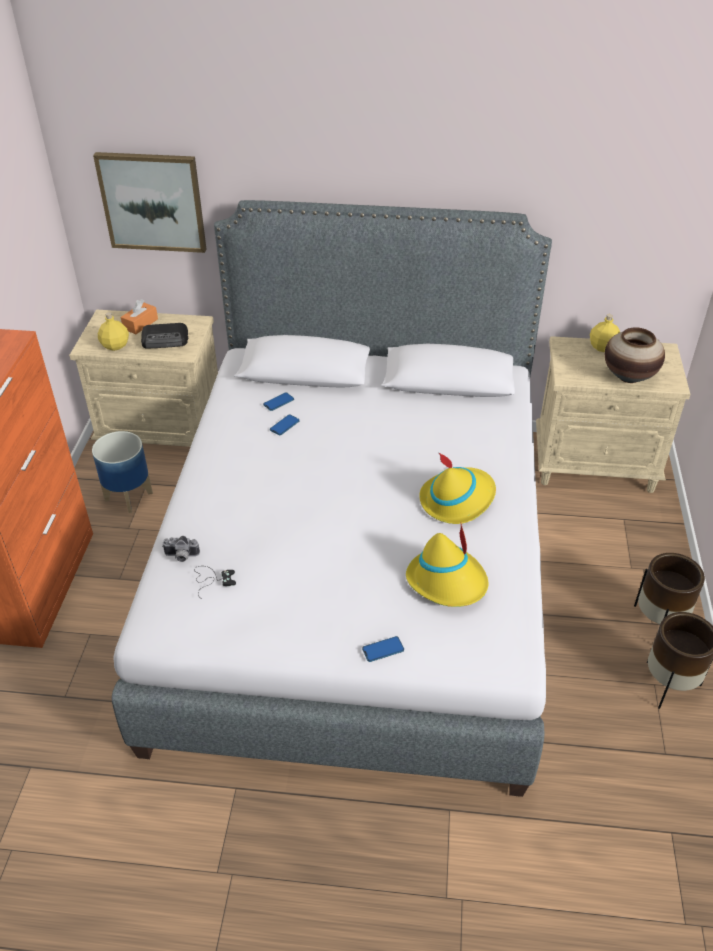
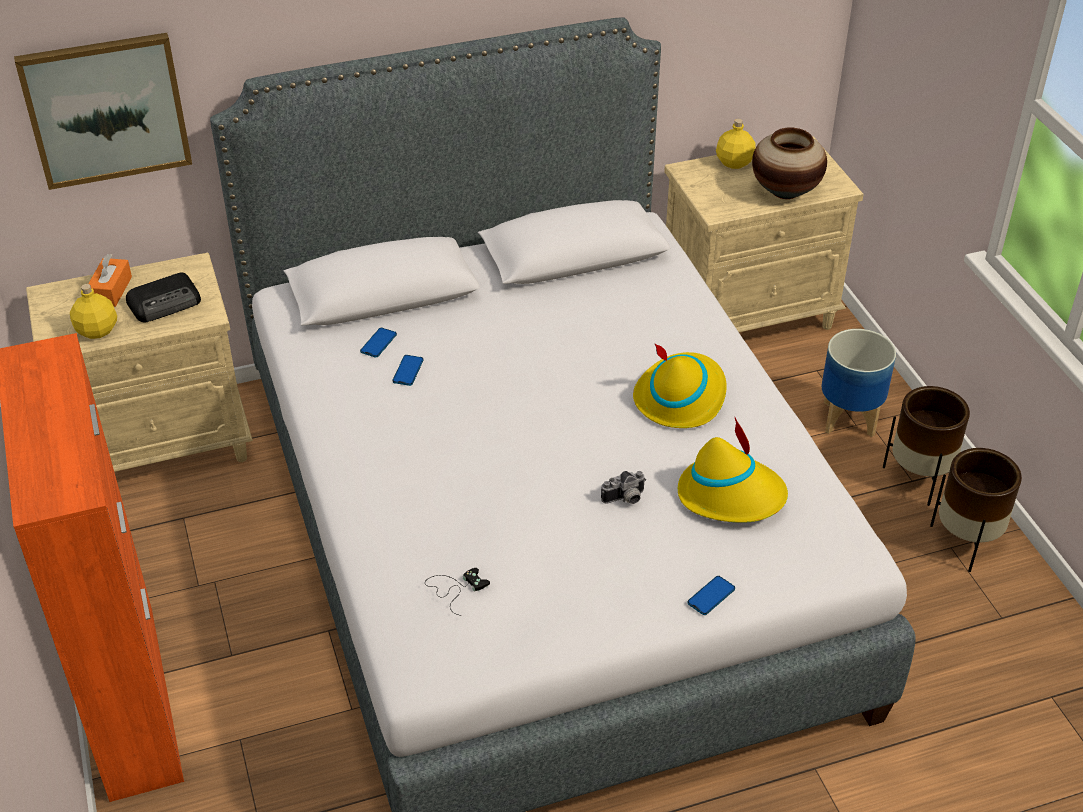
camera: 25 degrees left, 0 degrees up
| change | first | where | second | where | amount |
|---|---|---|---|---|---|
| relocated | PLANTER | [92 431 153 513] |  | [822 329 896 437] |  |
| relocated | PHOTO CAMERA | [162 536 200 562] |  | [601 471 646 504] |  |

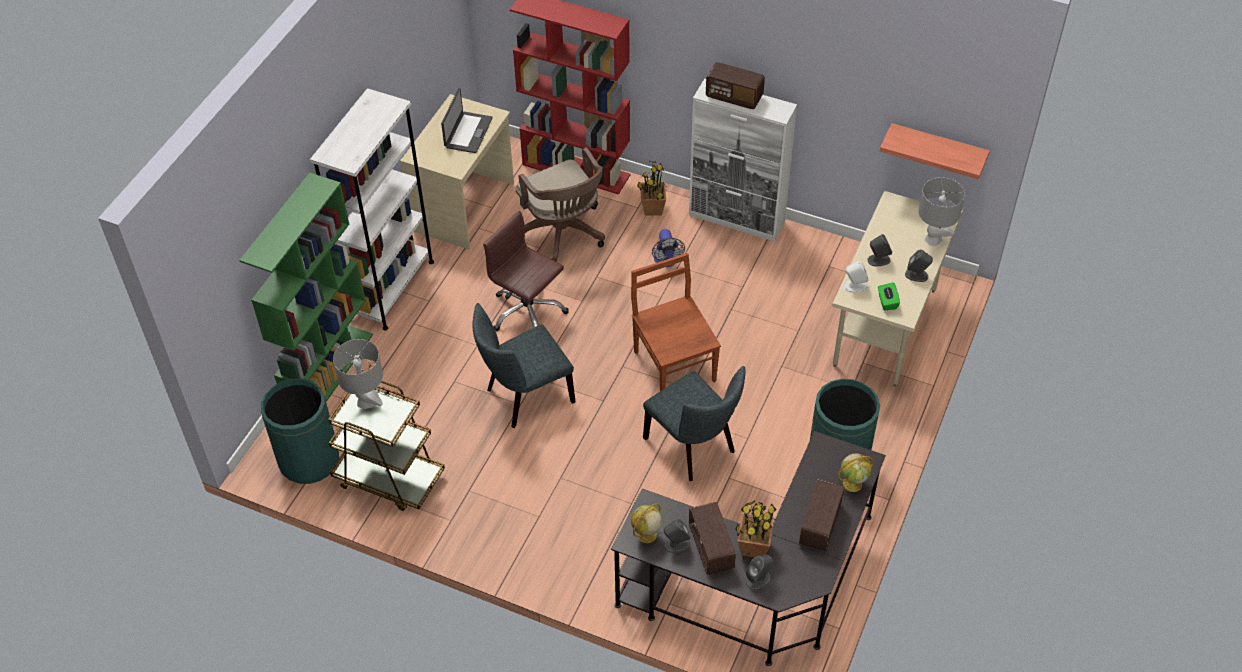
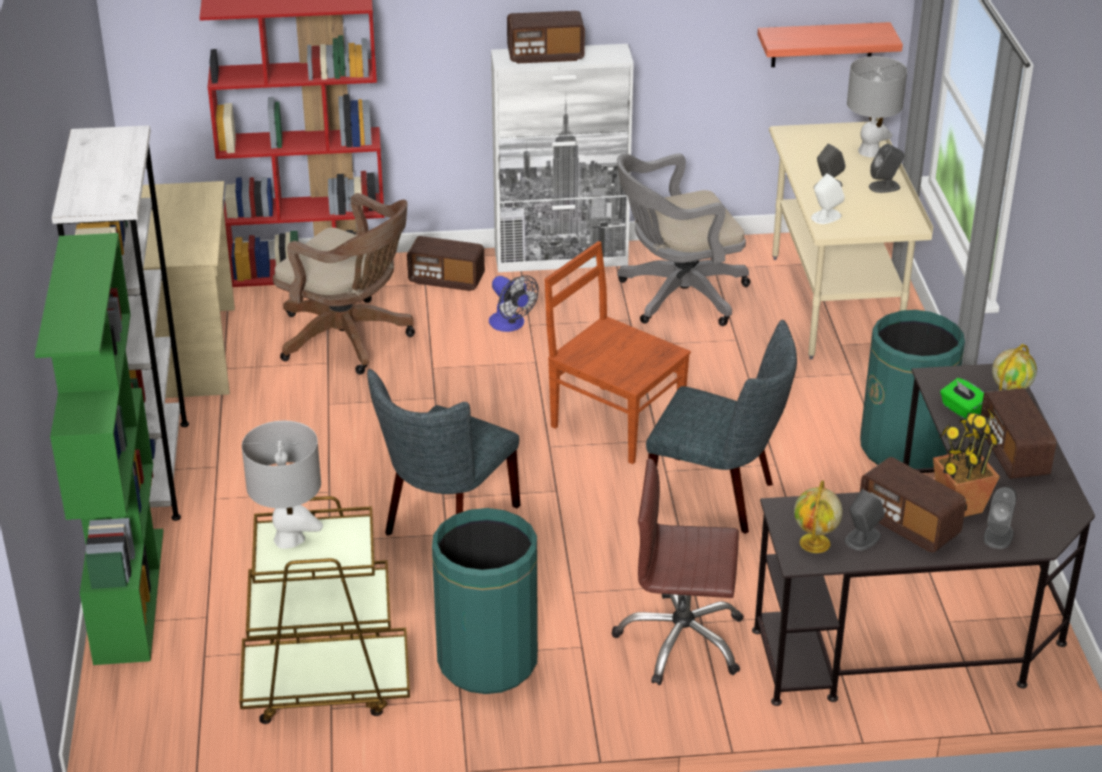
camera: 30 degrees left, 15 degrees down
| change | first | where | second | where | amount |
|---|---|---|---|---|---|
| relocated | GREEN TRASH CAN | [261 379 339 484] |  | [432 508 538 694] |  |
| missing | LAPTOP | [441 88 493 153] |  |  |  |
| relocated | BROWN OFFICE CHAIR | [483 211 569 331] |  | [612 458 743 685] |  |
| exchanged | POTTED PLANT | [637 161 666 216] | RADIO | [407 236 485 291] |  |
| relocated | GREEN TISSUE BOX | [878 282 900 310] |  | [940 378 984 420] |  |
| appeared |  |  | GREY OFFICE CHAIR | [617 153 750 326] |  |

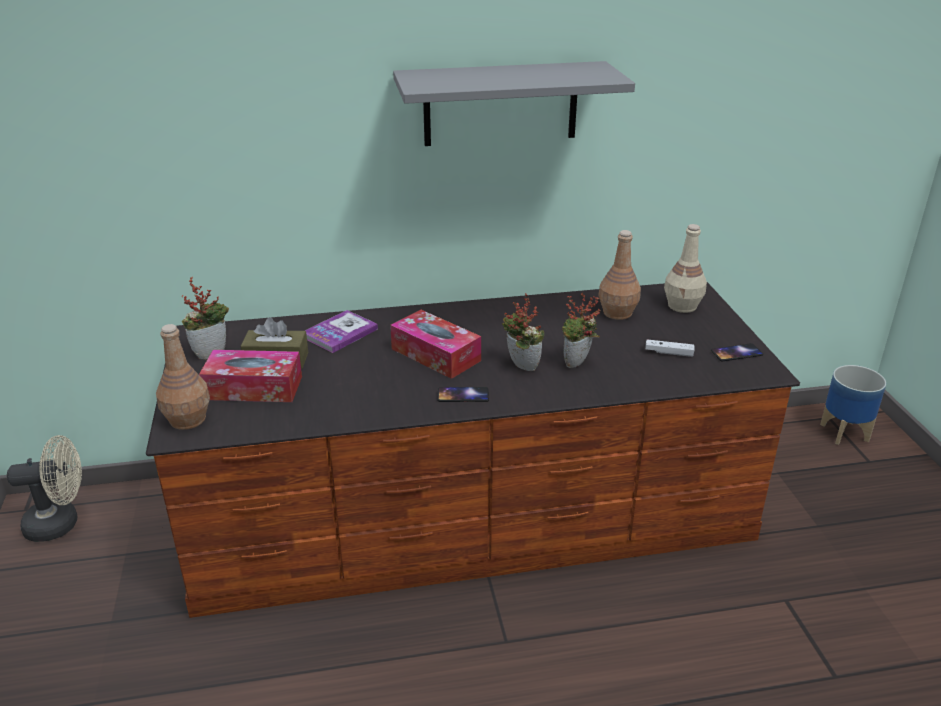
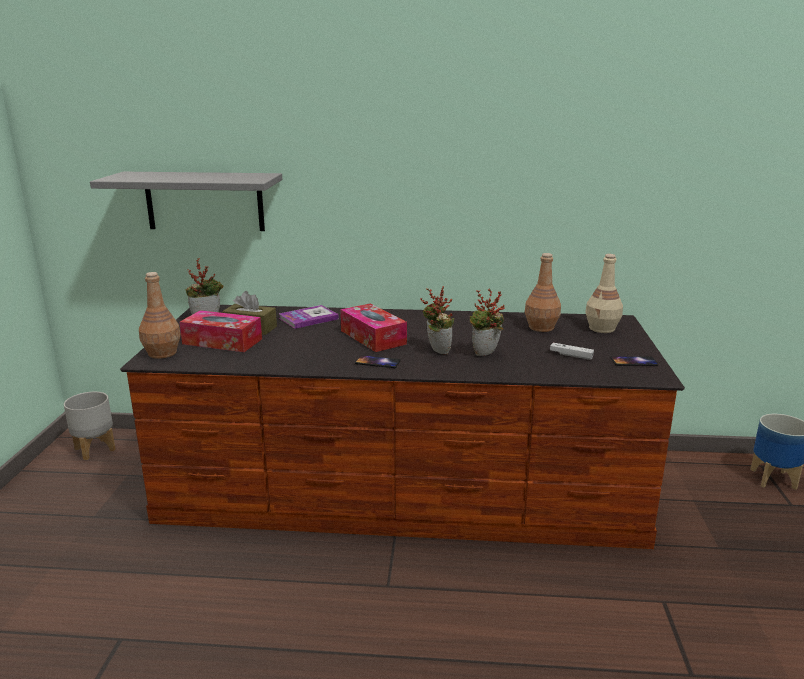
camera: 15 degrees right, 10 degrees down
| change | first | where | second | where | amount |
|---|---|---|---|---|---|
| exchanged | BEIGE FAN | [7 435 82 542] | GREY PLANTER | [64 392 116 460] |  |
| relocated | GREY SHELF | [393 61 635 146] |  | [90 172 282 231] |  |

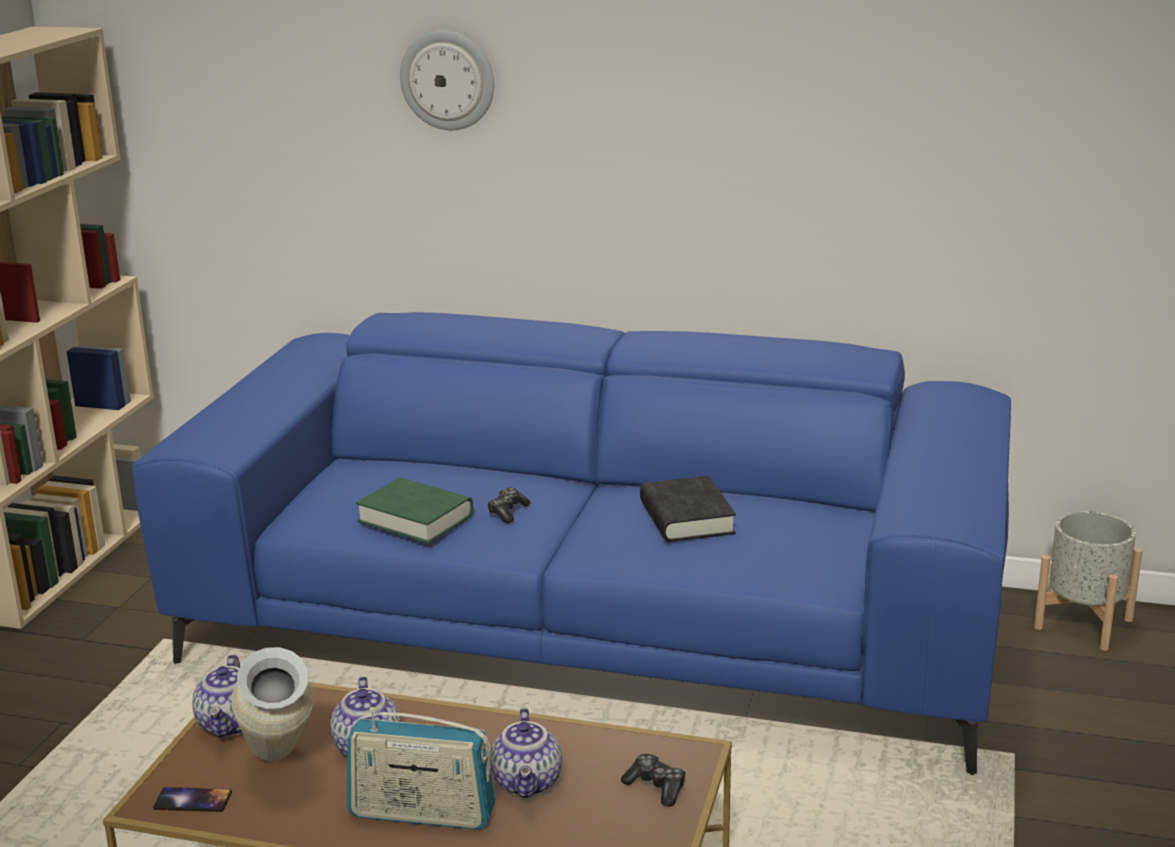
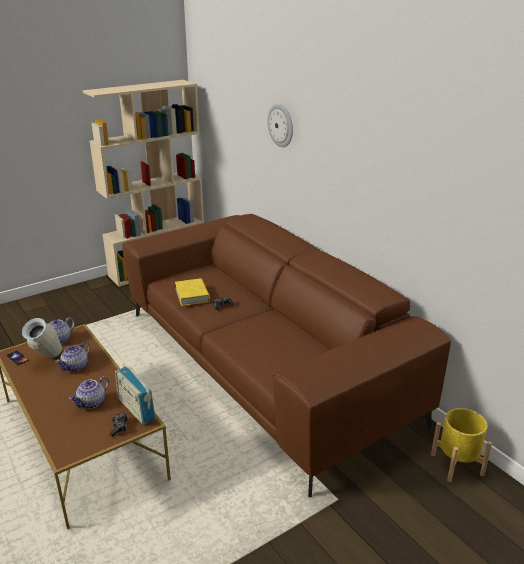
camera: 40 degrees right, 5 degrees up
| change | first | where | second | where | amount |
|---|---|---|---|---|---|
| colour | BLUE SOFA | [132 312 1011 775] | BROWN SOFA | [122 214 451 497] |  |
| relocated | RADIO | [347 707 495 830] |  | [115 364 156 425] |  |
| colour | GREEN BOOK | [356 478 473 544] | YELLOW BOOK | [175 278 210 306] |  |
| missing | BLACK BOOK | [640 476 736 542] |  |  |  |
| colour | GREY PLANTER | [1034 511 1143 651] | YELLOW PLANTER | [431 408 492 482] |  |

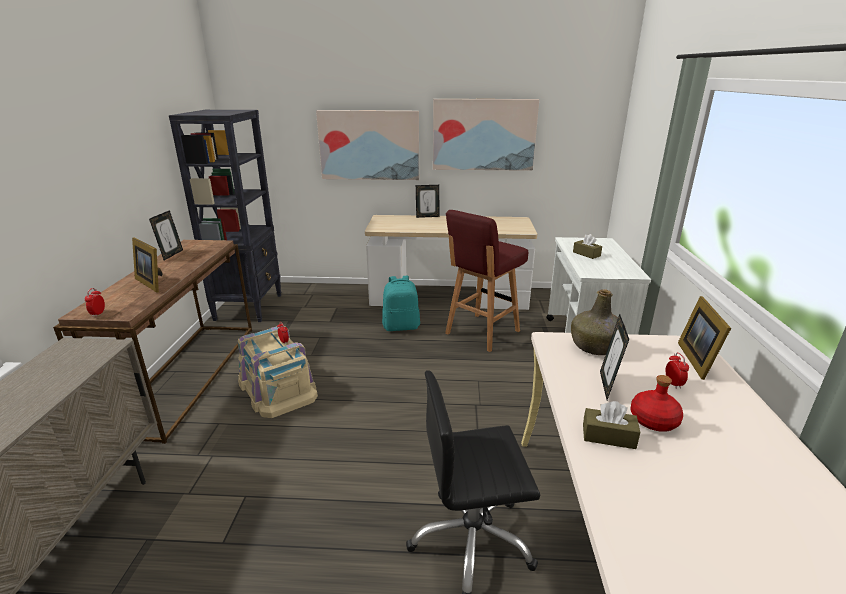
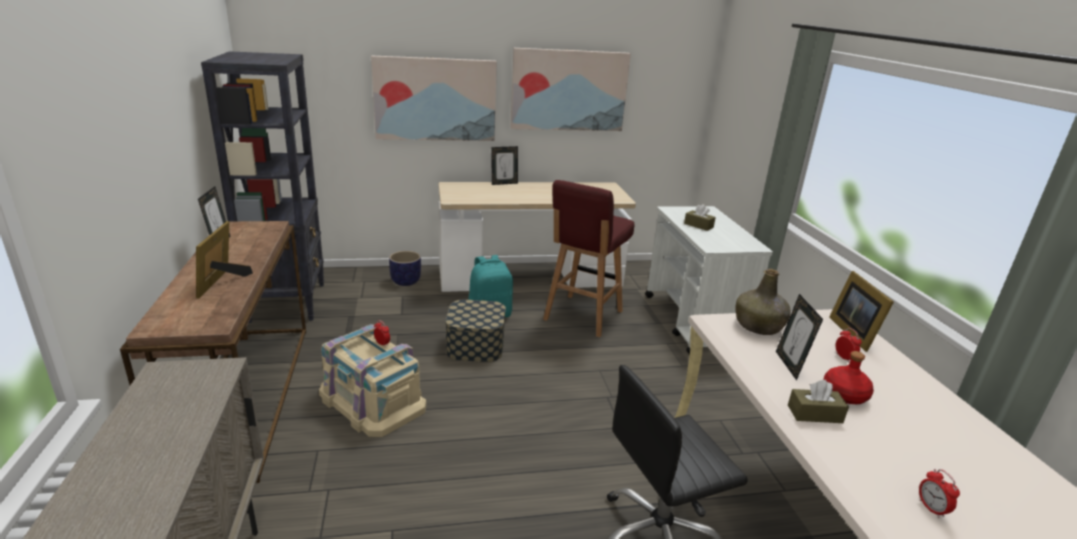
camera: 15 degrees left, 0 degrees up
| change | first | where | second | where | amount |
|---|---|---|---|---|---|
| relocated | ALARM CLOCK | [85 288 105 317] |  | [919 469 960 518] |  |
| spun | PICTURE FRAME | [132 237 163 292] |  | [196 221 253 298] | 60 degrees clockwise |
| appeared |  |  | PLANTER | [389 251 421 286] |  |
| appeared |  |  | STORAGE BOX | [445 300 506 362] |  |

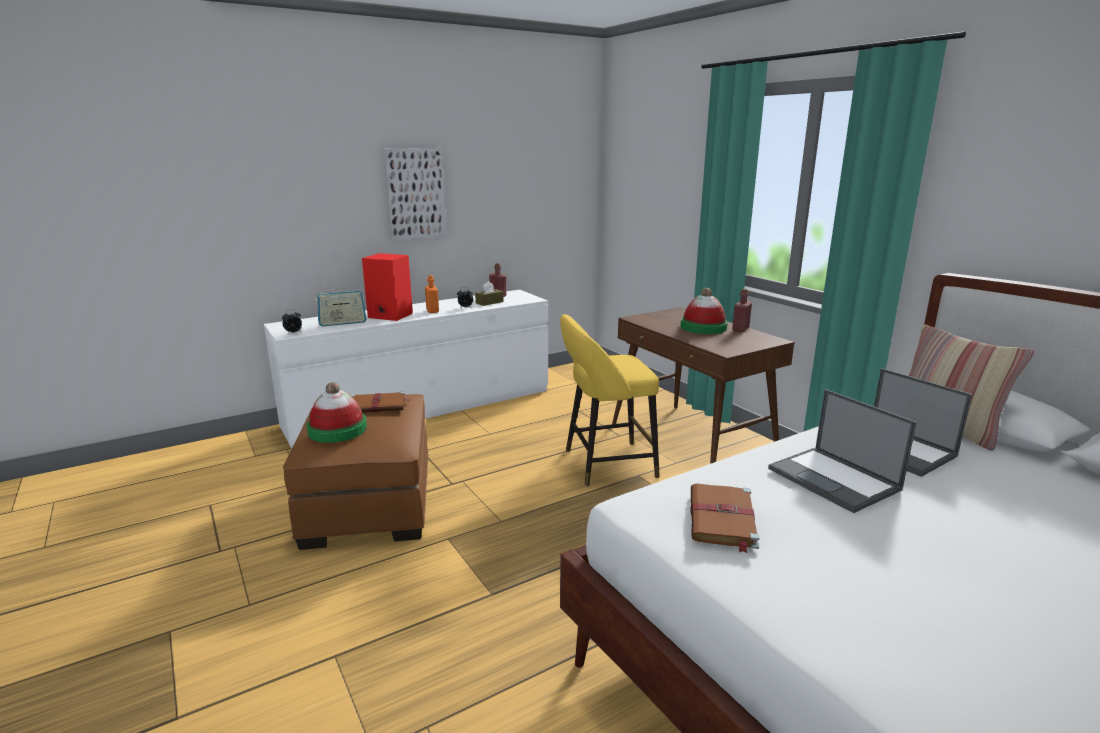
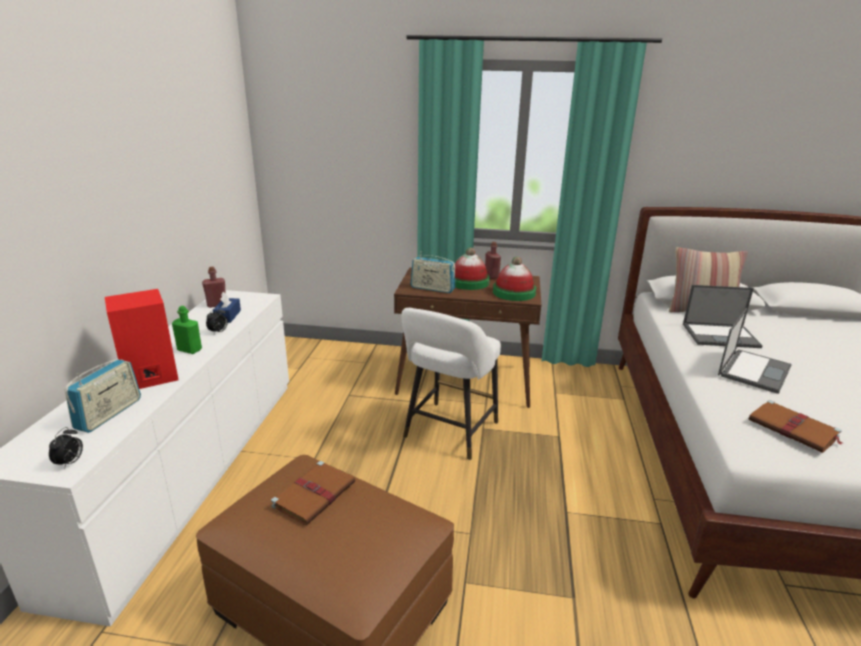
camera: 50 degrees left, 5 degrees up
| change | first | where | second | where | amount |
|---|---|---|---|---|---|
| relocated | HAT | [307 382 367 443] |  | [493 257 536 301] |  |
| missing | PICTURE | [384 148 447 241] |  |  |  |
| colour | ORANGE BOTTLE | [425 275 439 313] | GREEN BOTTLE | [172 306 202 354] |  |
| colour | BROWN TISSUE BOX | [475 281 504 306] | BLUE TISSUE BOX | [213 292 241 323] |  |
| colour | YELLOW STOOL | [560 314 660 487] | WHITE STOOL | [401 308 501 460] |  |
| spun | LAPTOP | [768 389 917 513] |  | [718 308 792 394] | 60 degrees counterclockwise |
| appeared |  |  | RADIO | [411 251 455 293] |  |

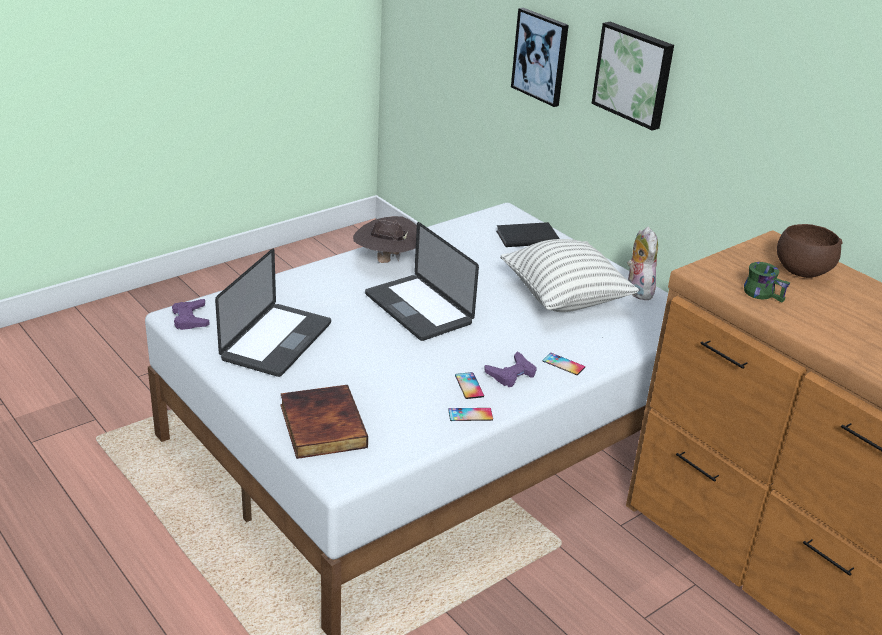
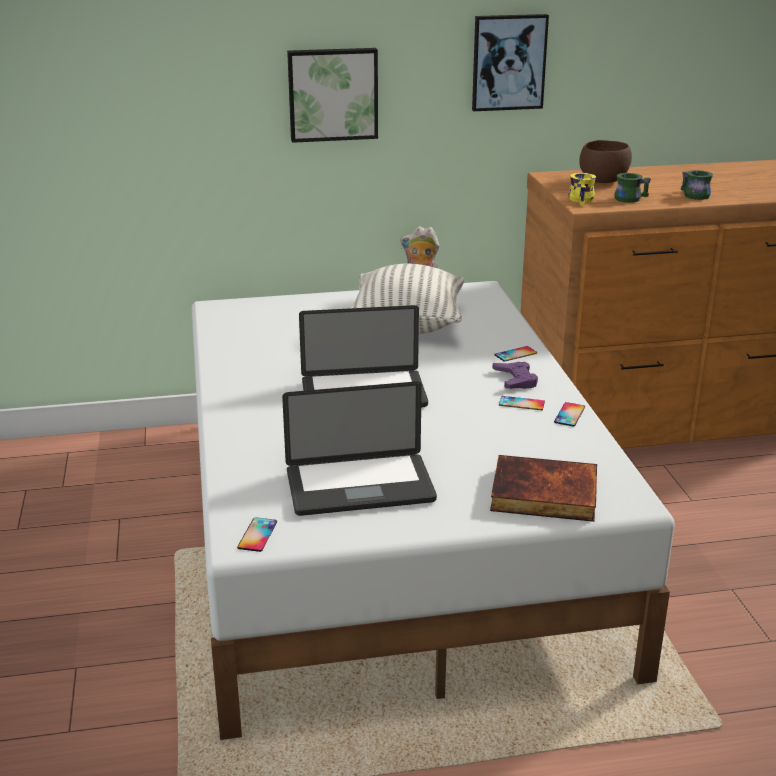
camera: 60 degrees left, 5 degrees down
| change | first | where | second | where | amount |
|---|---|---|---|---|---|
| exchanged | PURPLE GAME CONTROLLER | [172 299 210 330] | PHONE | [237 517 277 552] |  |
| spun | LAPTOP | [215 248 331 377] |  | [282 381 437 516] | 120 degrees clockwise |
| missing | BROWN HAT | [353 216 417 263] |  |  |  |
| missing | BLACK BOOK | [496 222 560 247] |  |  |  |
| relocated | PICTURE | [511 8 569 107] |  | [472 14 549 111] |  |
| appeared |  |  | YELLOW MUG | [568 173 596 205] |  |
| appeared |  |  | GREEN MUG | [681 170 713 200] |  |

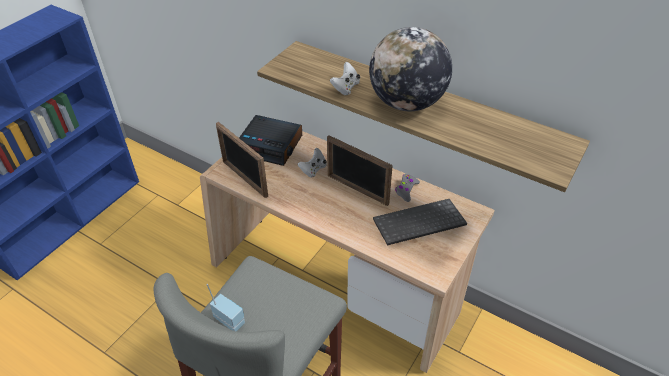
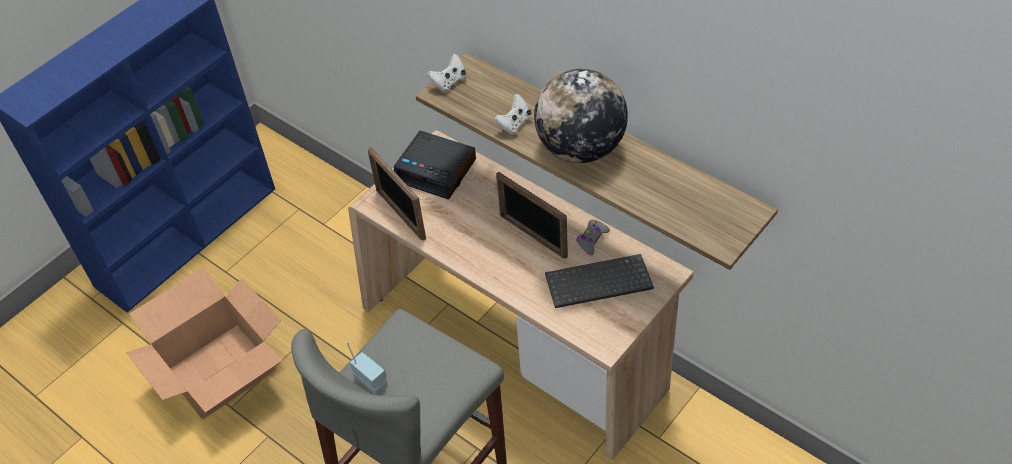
camera: 10 degrees right, 5 degrees up
| change | first | where | second | where | amount |
|---|---|---|---|---|---|
| relocated | WHITE GAME CONTROLLER | [298 148 327 178] |  | [427 54 466 92] |  |
| appeared |  |  | CARDBOARD BOX | [126 267 283 419] |  |

